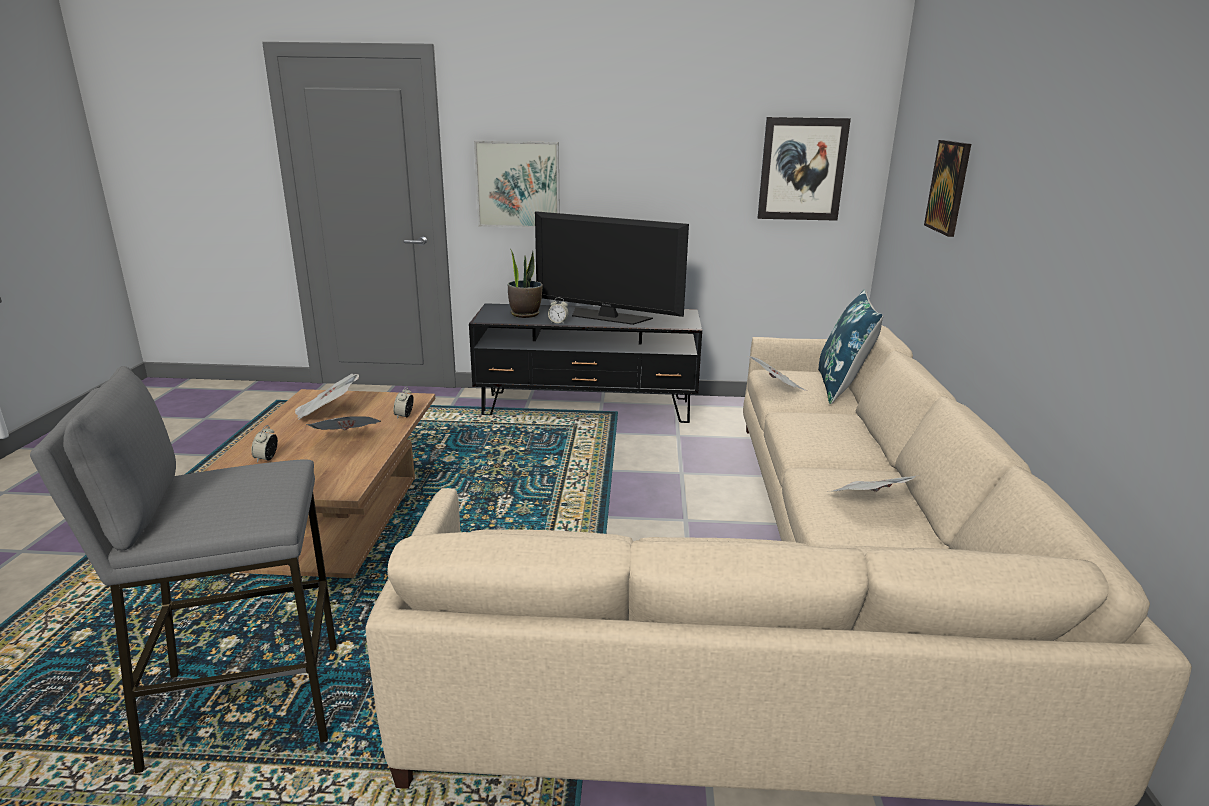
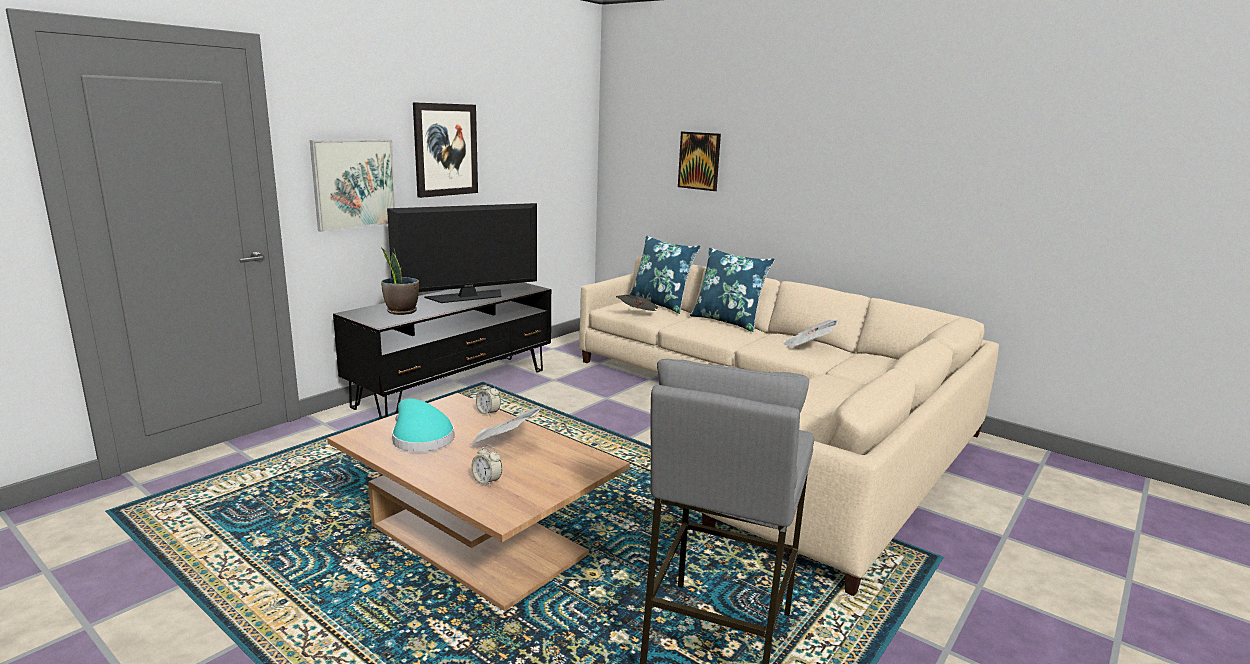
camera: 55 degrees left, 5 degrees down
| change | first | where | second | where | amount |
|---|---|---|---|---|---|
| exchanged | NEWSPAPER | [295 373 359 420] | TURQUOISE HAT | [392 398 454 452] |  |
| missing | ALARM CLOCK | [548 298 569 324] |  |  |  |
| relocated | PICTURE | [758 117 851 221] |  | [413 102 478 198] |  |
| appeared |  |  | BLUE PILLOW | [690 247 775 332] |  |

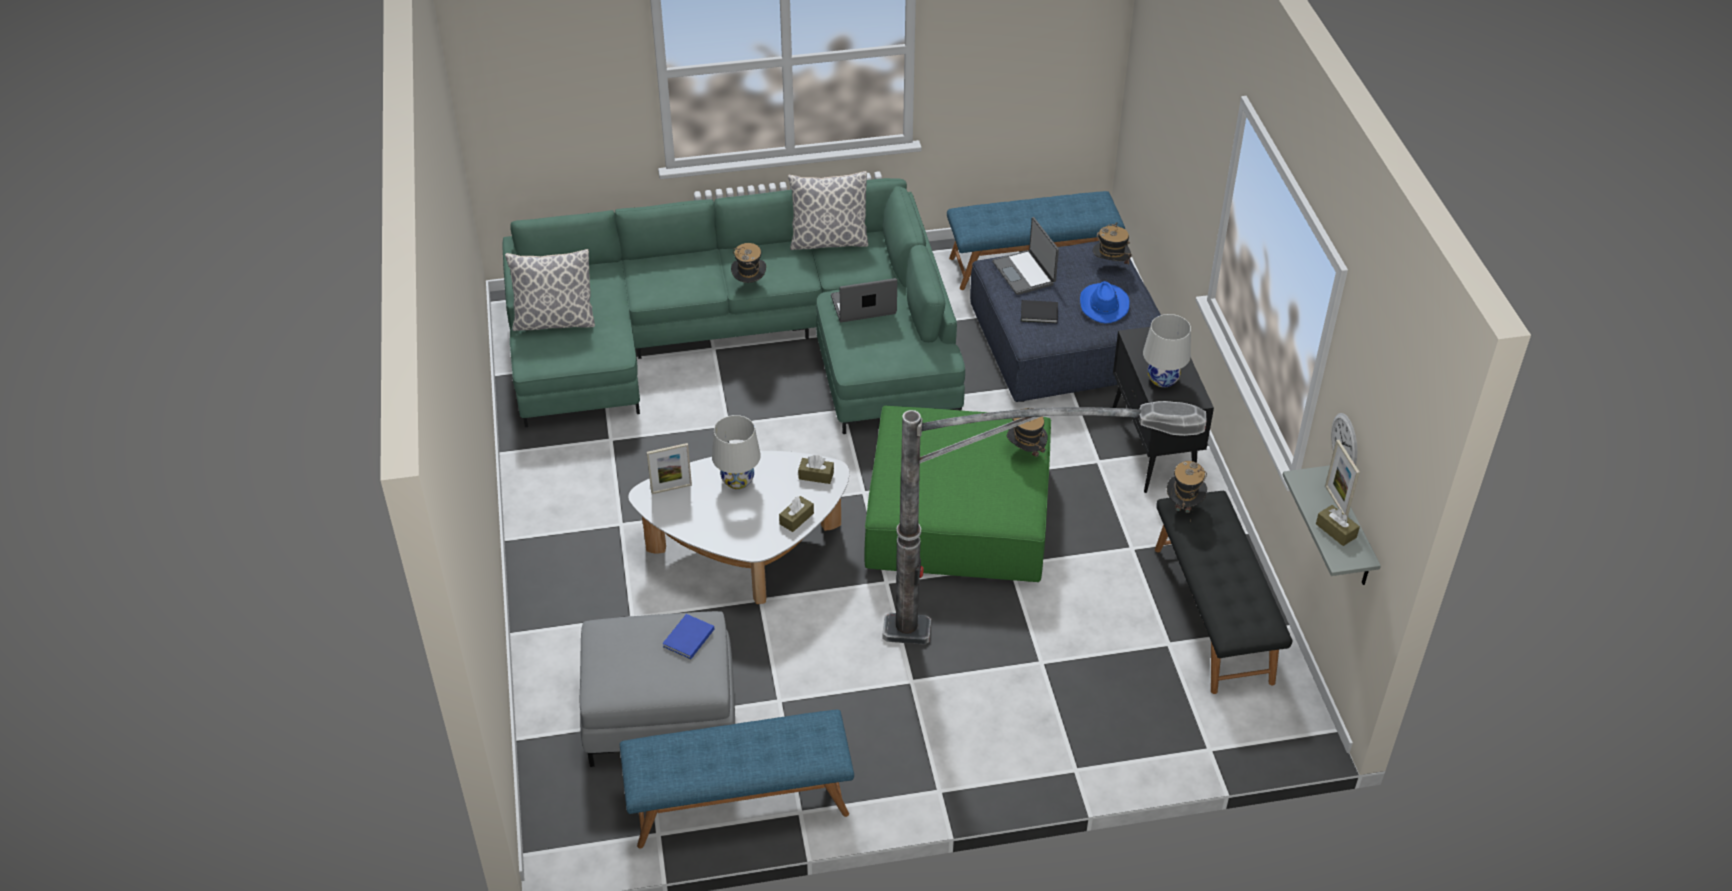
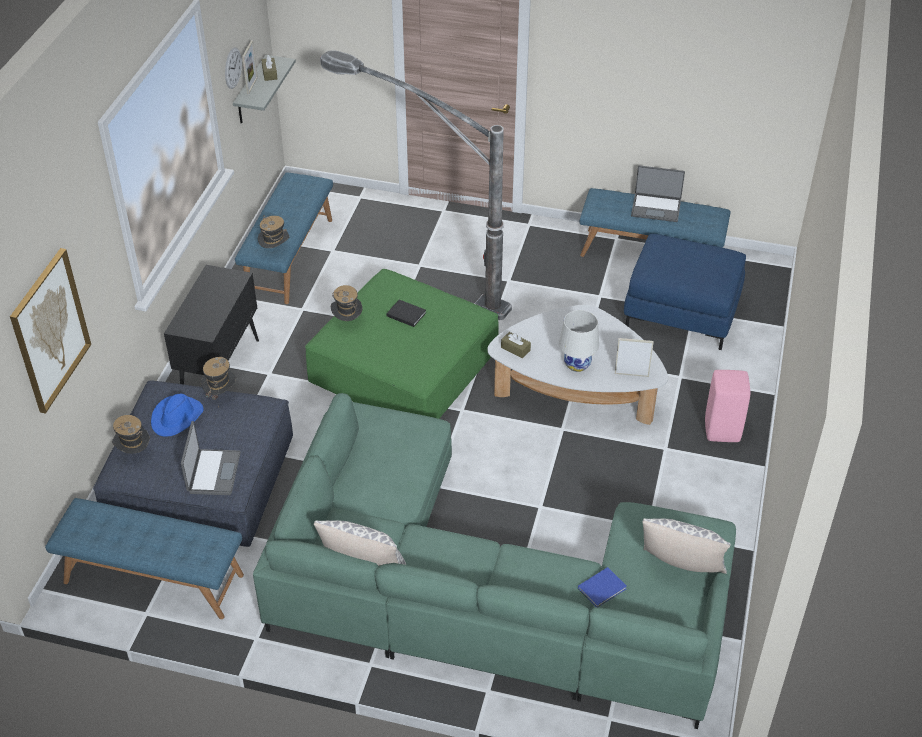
camera: 155 degrees left, 0 degrees up
| change | first | where | second | where | amount |
|---|---|---|---|---|---|
| colour | GREY OTTOMAN | [580 611 735 767] | BLUE OTTOMAN | [624 234 746 350] |  |
| relocated | BLUE BOOK | [662 614 714 659] |  | [578 567 627 607] |  |
| relocated | HAT | [731 243 766 283] |  | [201 357 236 407] |  |
| missing | BROWN TISSUE BOX | [779 496 814 532] |  |  |  |
| relocated | LAPTOP | [831 278 897 322] |  | [631 165 685 222] |  |
| relocated | BLACK BOOK | [1021 300 1058 323] |  | [386 300 426 327] |  |
| missing | WHITE TABLE LAMP | [1143 314 1191 388] |  |  |  |
| colour | BLACK BENCH | [1155 491 1292 694] | BLUE BENCH | [235 172 333 304] |  |
| appeared |  |  | PICTURE | [10 248 91 414] |  |
| appeared |  |  | PINK STOOL | [705 370 750 442] |  |

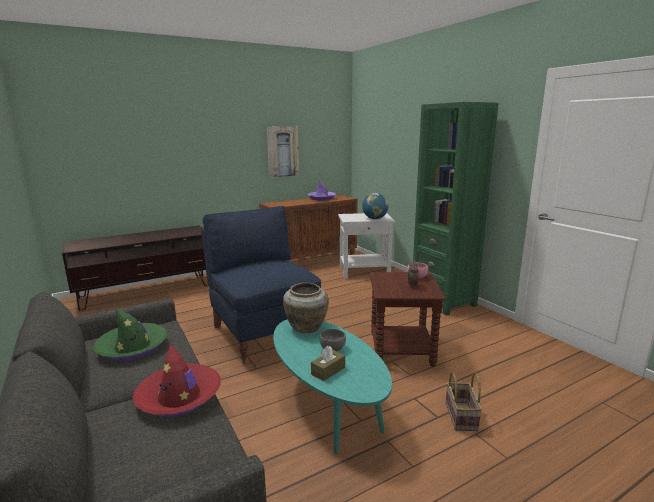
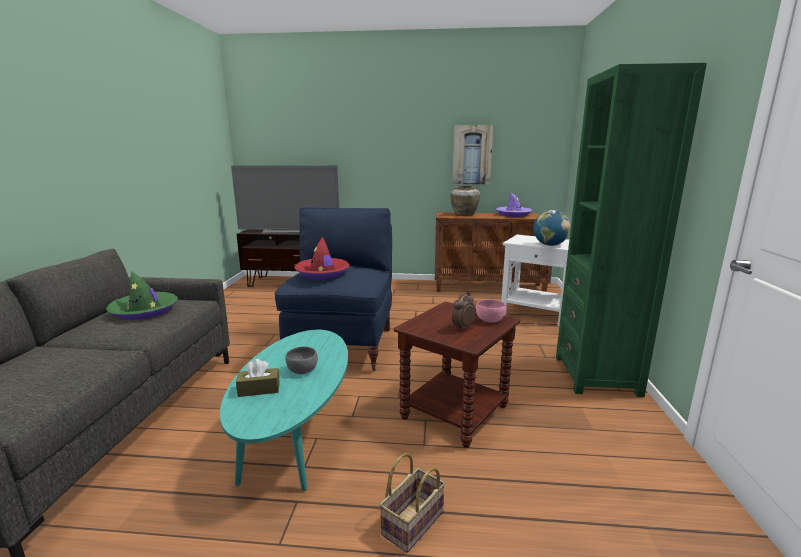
camera: 35 degrees right, 0 degrees up
| change | first | where | second | where | amount |
|---|---|---|---|---|---|
| relocated | RED HAT | [132 344 221 417] |  | [294 237 350 279] |  |
| relocated | BEIGE VASE | [283 283 329 333] |  | [450 186 480 216] |  |
| appeared |  |  | TELEVISION | [231 166 339 234] |  |

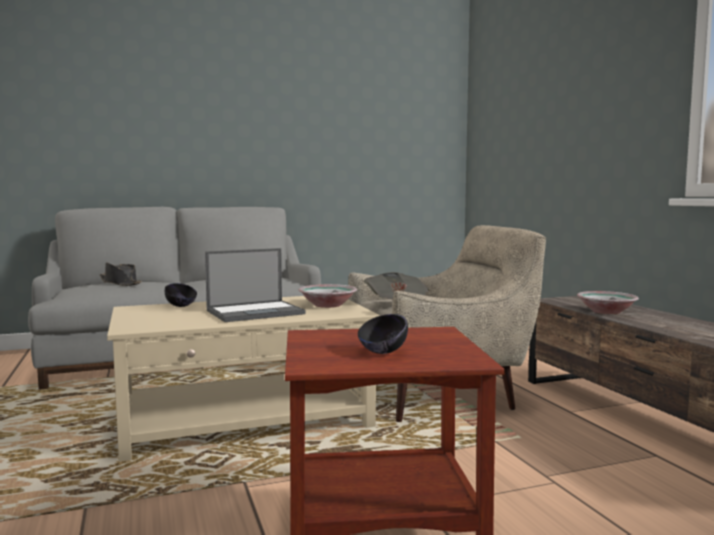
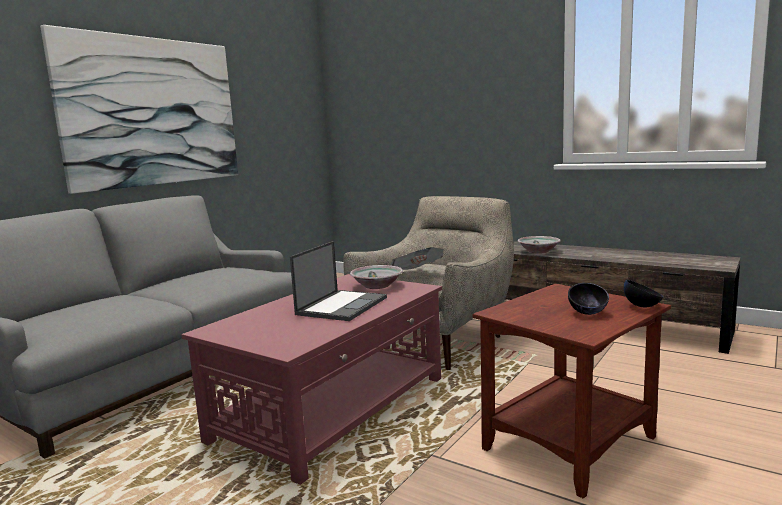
camera: 35 degrees left, 5 degrees up
| change | first | where | second | where | amount |
|---|---|---|---|---|---|
| missing | BLACK HAT | [99 262 142 286] |  |  |  |
| colour | BEIGE COFFEE TABLE | [107 296 381 462] | RED COFFEE TABLE | [181 274 442 485] |  |
| relocated | BLACK BOWL | [165 283 197 307] |  | [624 280 663 307] |  |
| appeared |  |  | PICTURE | [40 25 238 194] |  |

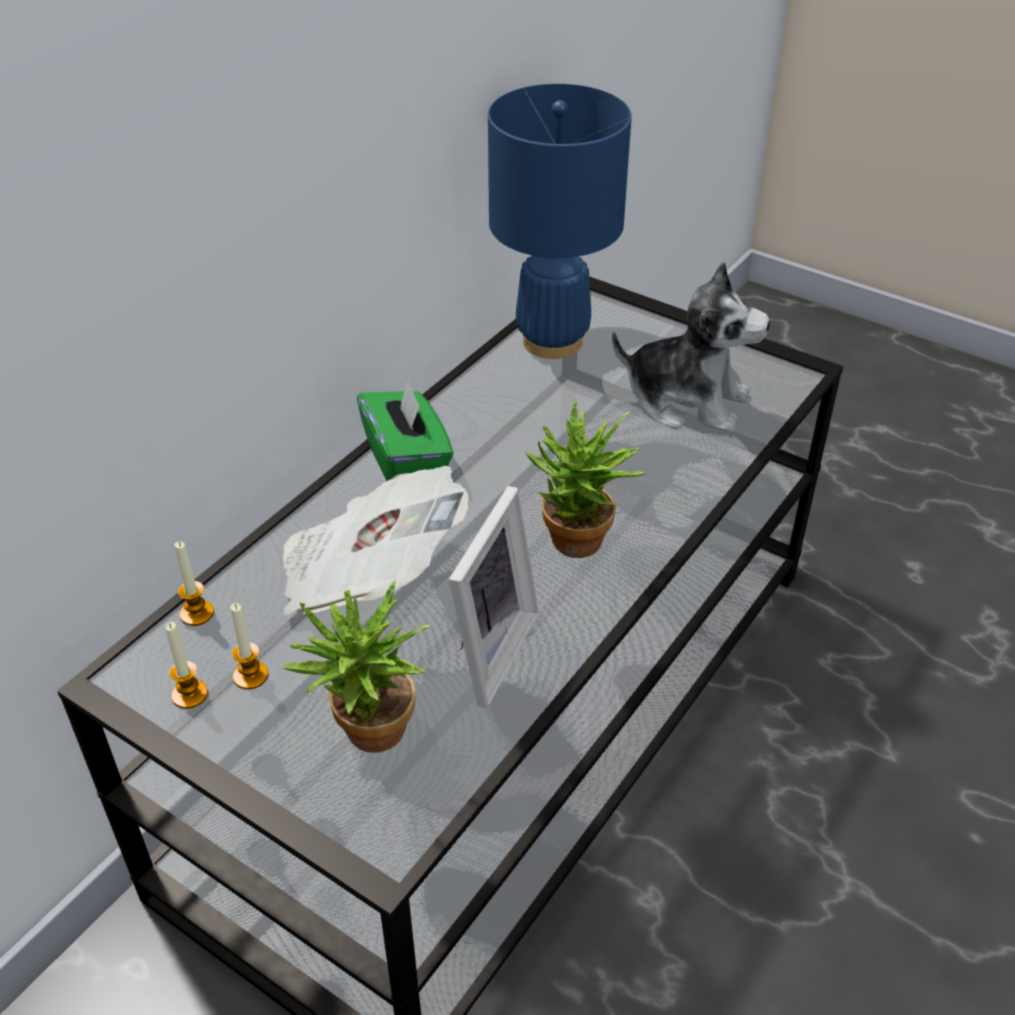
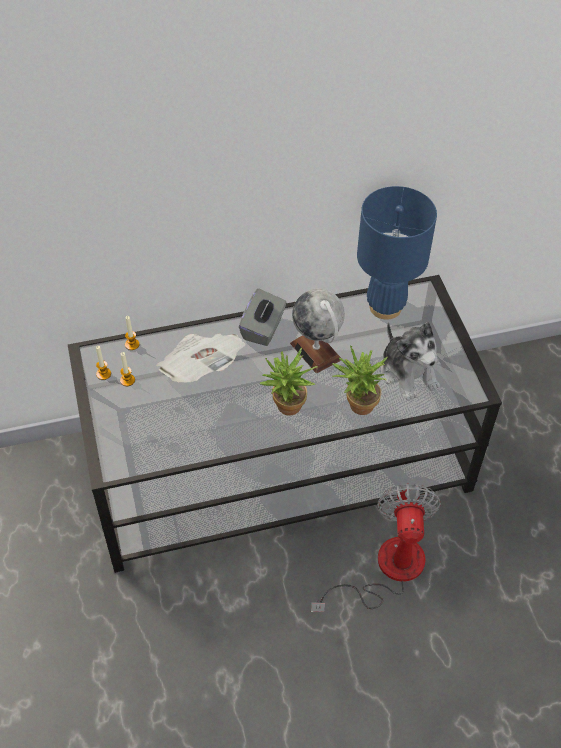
camera: 40 degrees right, 10 degrees up
| change | first | where | second | where | amount |
|---|---|---|---|---|---|
| relocated | POTTED PLANT | [283 580 431 753] |  | [332 345 388 415] |  |
| colour | GREEN TISSUE BOX | [357 379 453 481] | GREY TISSUE BOX | [239 289 287 346] |  |
| missing | PICTURE FRAME | [449 486 539 708] |  |  |  |
| appeared |  |  | GLOBE | [290 288 345 373] |  |
| appeared |  |  | FAN | [311 484 441 612] |  |

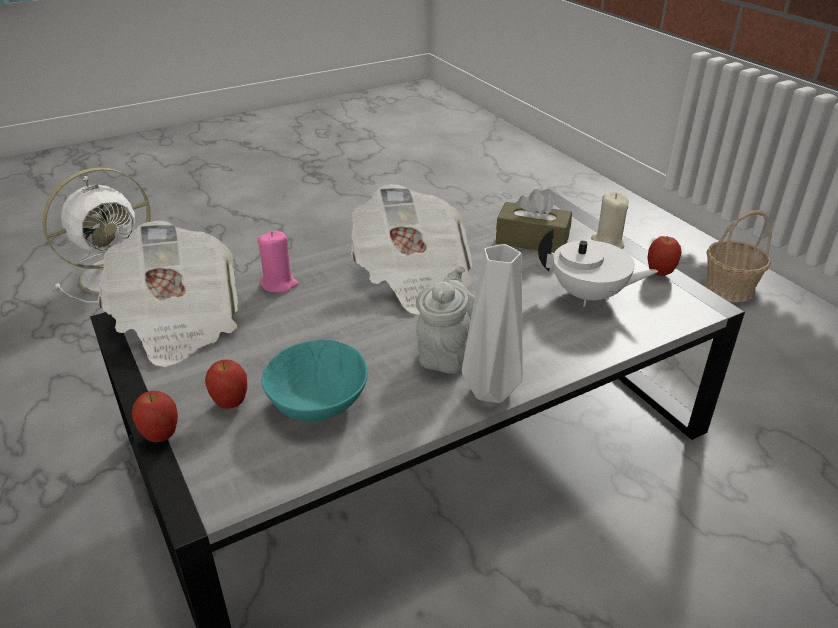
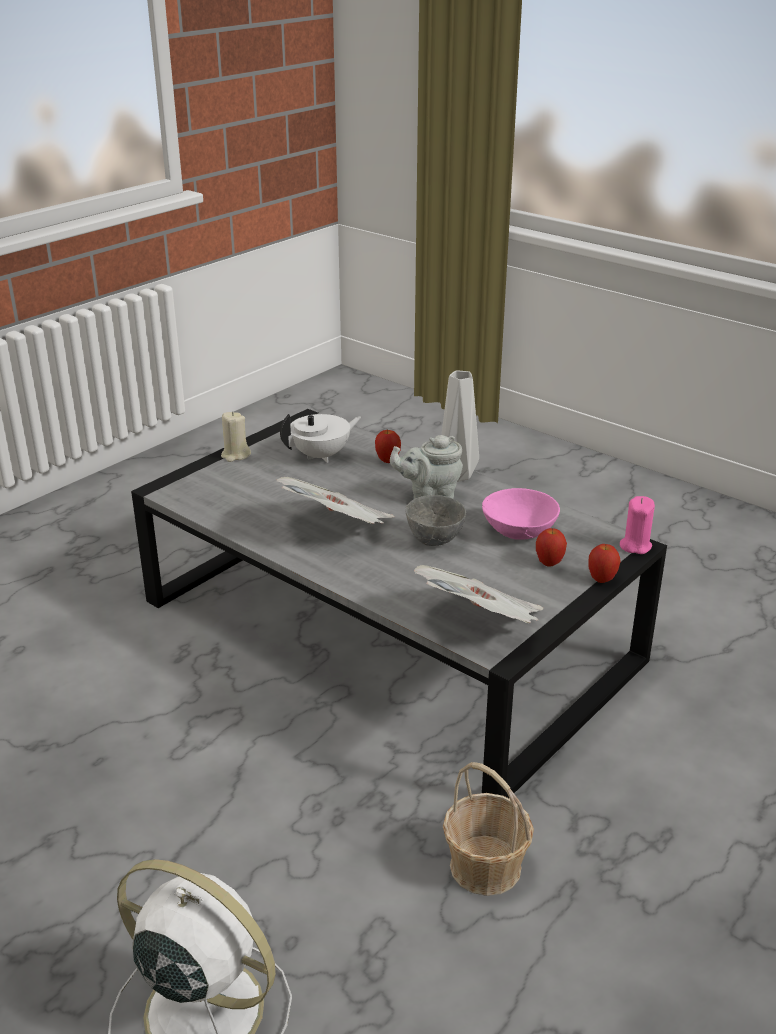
camera: 110 degrees left, 5 degrees down
| change | first | where | second | where | amount |
|---|---|---|---|---|---|
| relocated | PINK CANDLE | [257 231 298 293] |  | [620 496 655 554] |  |
| colour | TURQUOISE BOWL | [261 339 368 421] | PINK BOWL | [482 488 560 539] |  |
| missing | BROWN TISSUE BOX | [496 189 572 253] |  |  |  |
| spun | WHITE TEAPOT | [538 228 658 307] |  | [280 414 361 463] | 60 degrees clockwise |
| relocated | APPLE | [647 236 682 276] |  | [375 430 401 463] |  |
| relocated | BASKET | [704 210 771 302] |  | [443 762 534 896] |  |
| appeared |  |  | GREY BOWL | [406 495 466 546] |  |

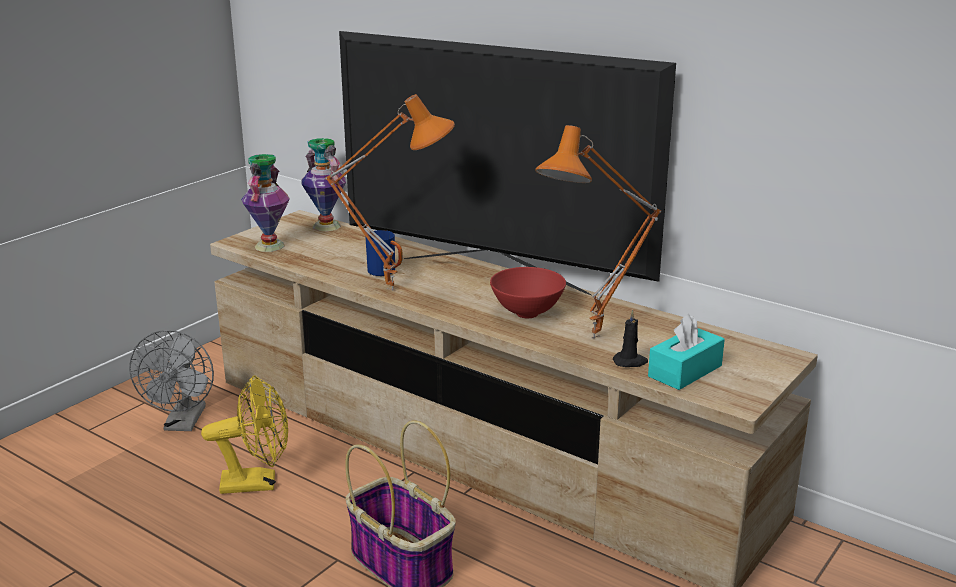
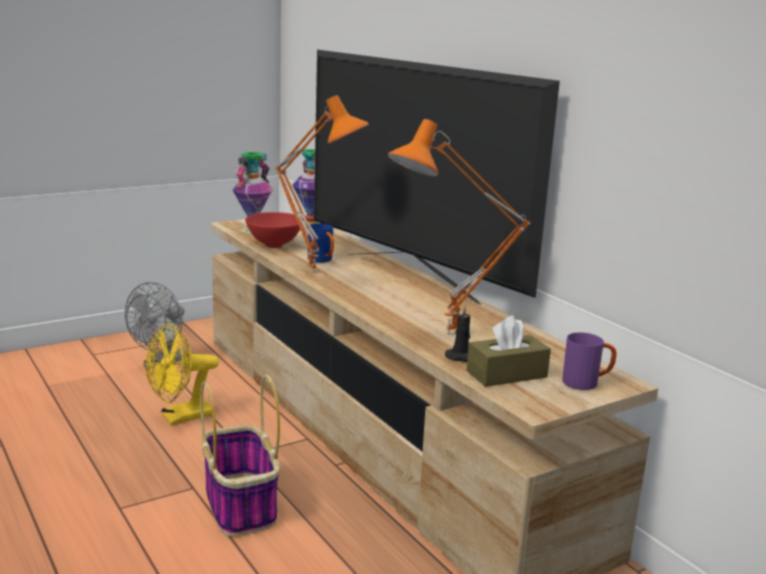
camera: 20 degrees right, 5 degrees down
| change | first | where | second | where | amount |
|---|---|---|---|---|---|
| spun | YELLOW FAN | [201 375 288 494] |  | [146 323 219 425] | 135 degrees clockwise |
| relocated | RED BOWL | [490 267 566 318] |  | [245 212 304 248] |  |
| colour | TURQUOISE TISSUE BOX | [648 314 725 390] | BROWN TISSUE BOX | [467 315 551 387] |  |
| appeared |  |  | PURPLE MUG | [562 332 617 390] |  |

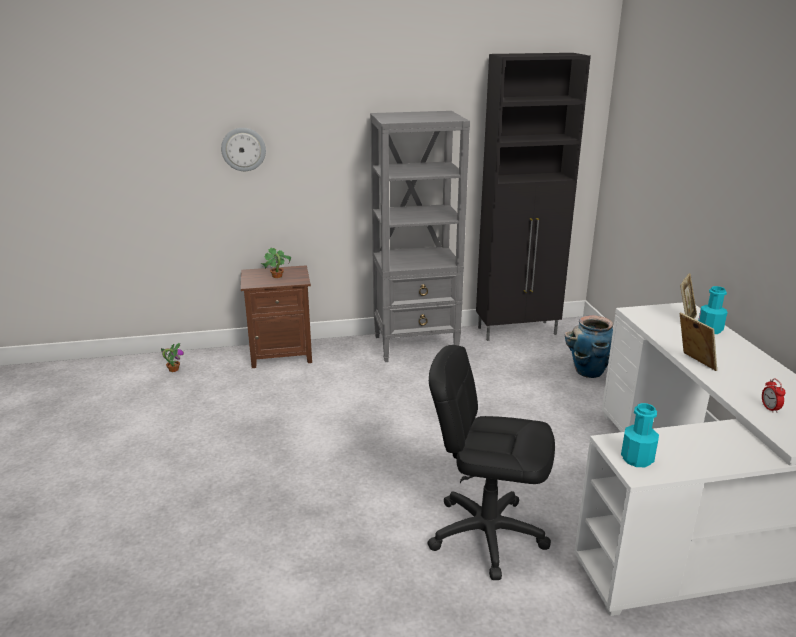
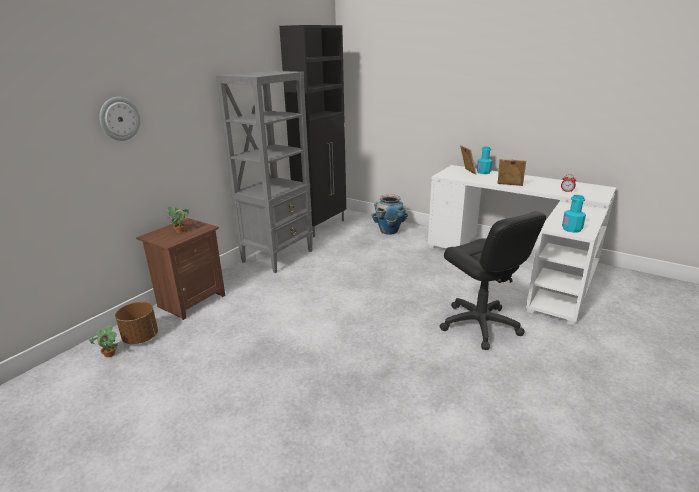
camera: 45 degrees left, 0 degrees up
| change | first | where | second | where | amount |
|---|---|---|---|---|---|
| spun | BLACK OFFICE CHAIR | [427 345 555 580] |  | [440 211 546 350] | 90 degrees counterclockwise |
| appeared |  |  | BROWN PLANTER | [115 302 158 344] |  |

